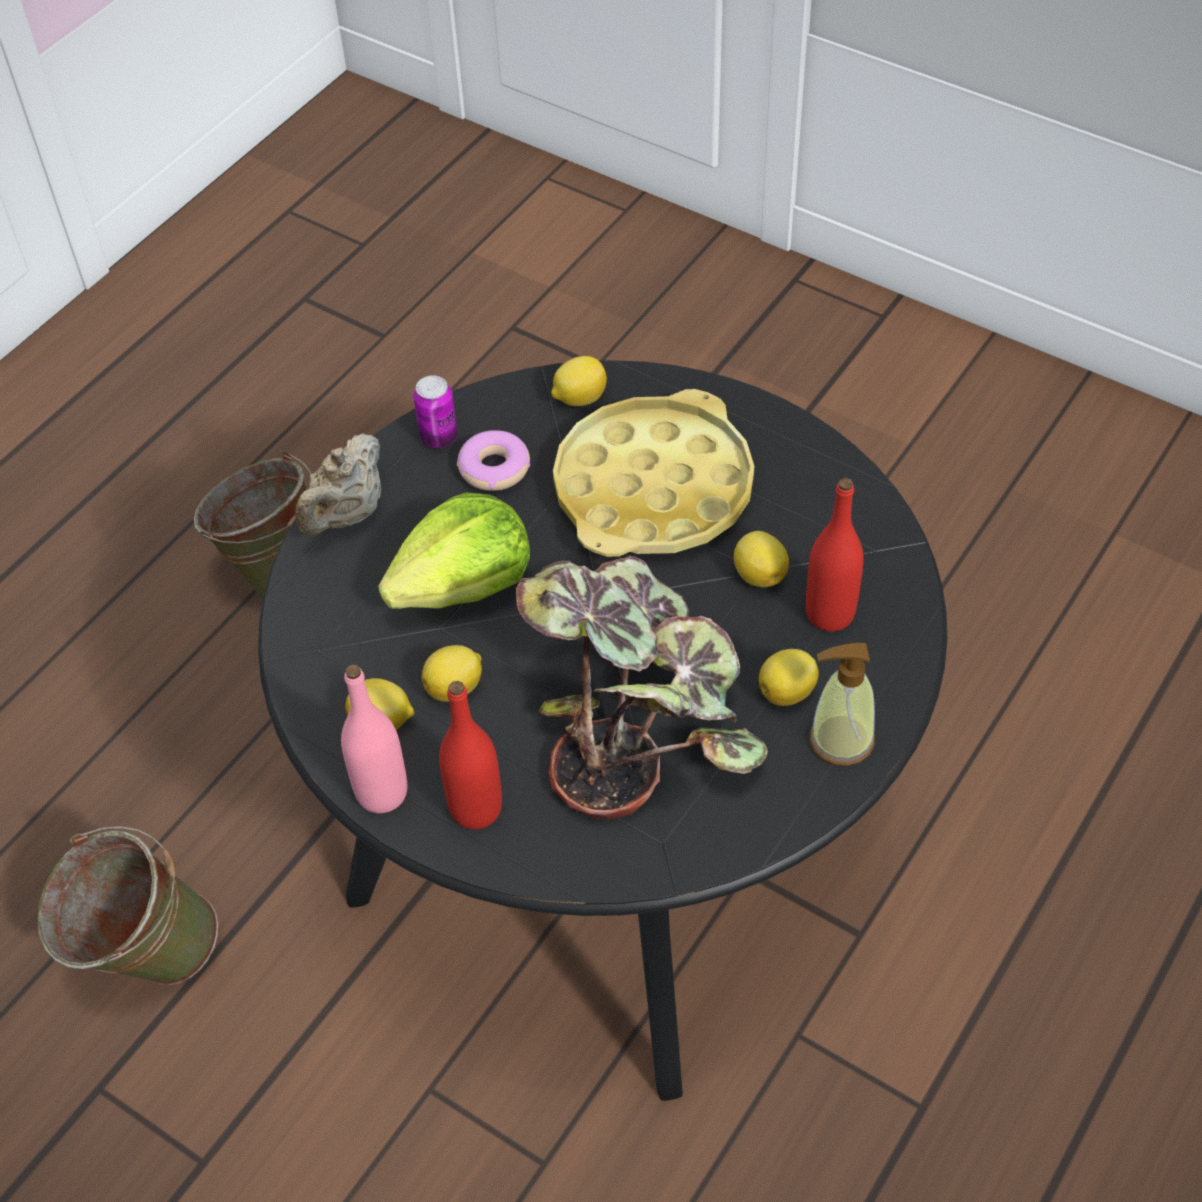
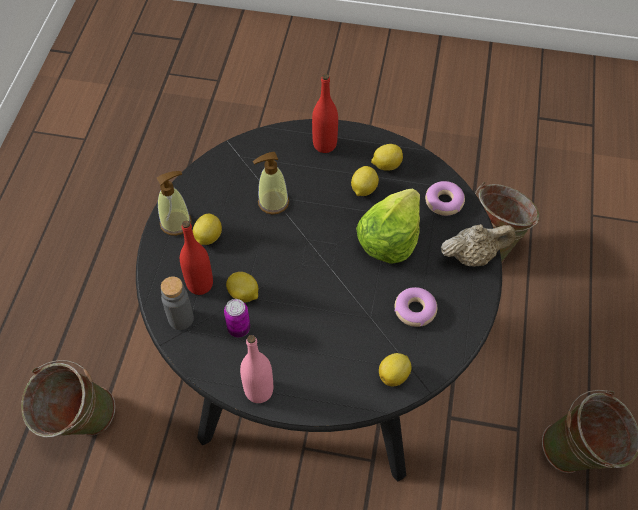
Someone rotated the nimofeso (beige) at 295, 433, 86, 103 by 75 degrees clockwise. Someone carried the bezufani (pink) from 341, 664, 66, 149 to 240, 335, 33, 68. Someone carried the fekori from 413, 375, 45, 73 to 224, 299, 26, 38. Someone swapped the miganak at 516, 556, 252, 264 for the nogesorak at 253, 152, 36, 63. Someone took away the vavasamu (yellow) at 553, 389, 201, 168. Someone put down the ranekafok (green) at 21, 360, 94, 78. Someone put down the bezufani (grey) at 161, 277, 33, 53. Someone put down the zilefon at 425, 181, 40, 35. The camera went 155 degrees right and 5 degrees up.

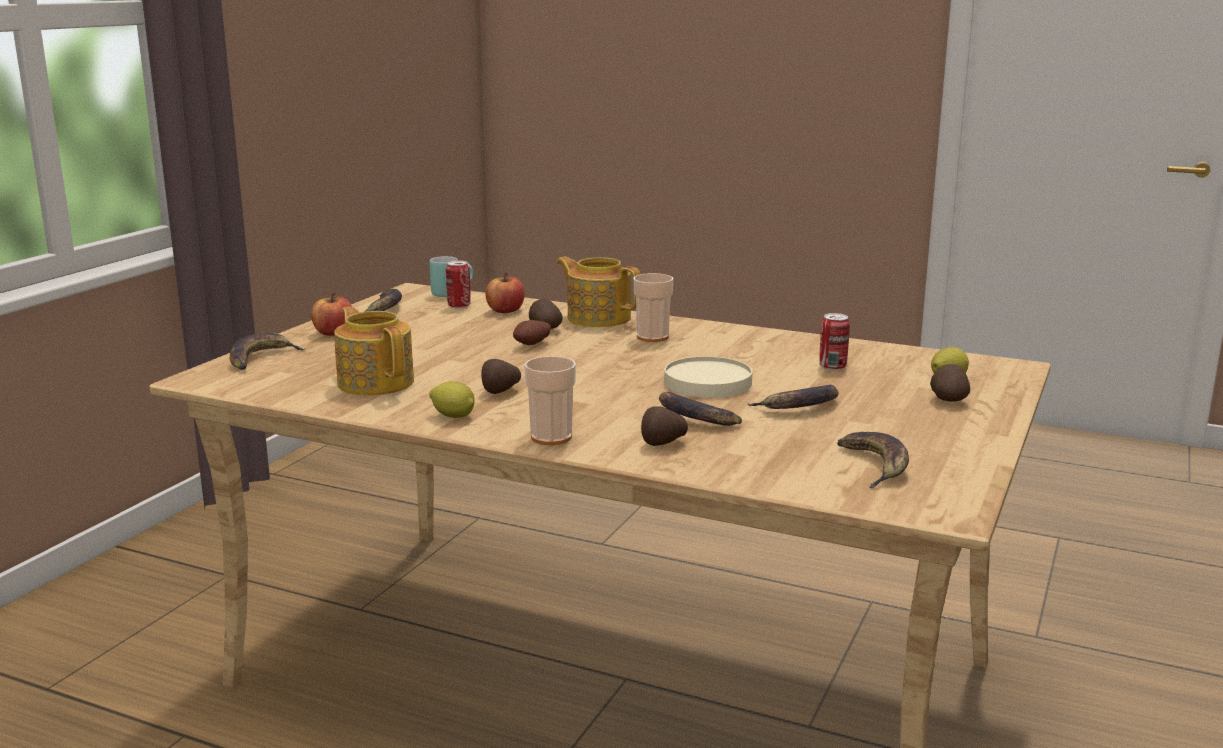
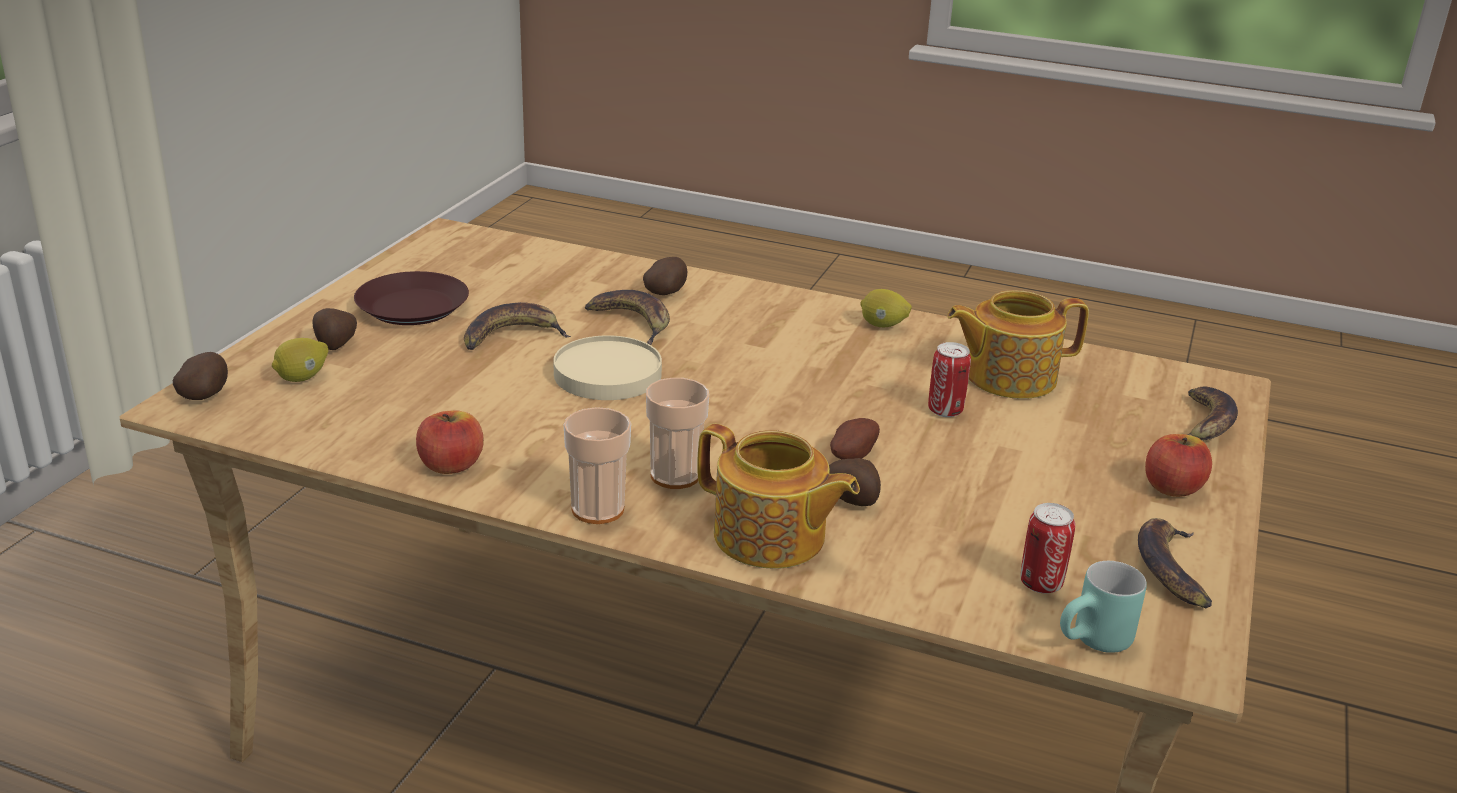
Someone rotated the nimofeso at 334, 306, 80, 90 by 120 degrees clockwise. Someone carried the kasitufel from 481, 359, 40, 35 to 173, 352, 55, 48. Someone carried the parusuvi from 485, 273, 40, 40 to 416, 411, 68, 63. Someone carried the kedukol from 524, 356, 52, 89 to 564, 407, 67, 117. Someone carried the fekori from 819, 313, 31, 57 to 928, 342, 43, 75. Someone took away the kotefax at 837, 432, 72, 56. Someone put down the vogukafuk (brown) at 354, 271, 115, 54. The camera went 175 degrees right and 10 degrees up.

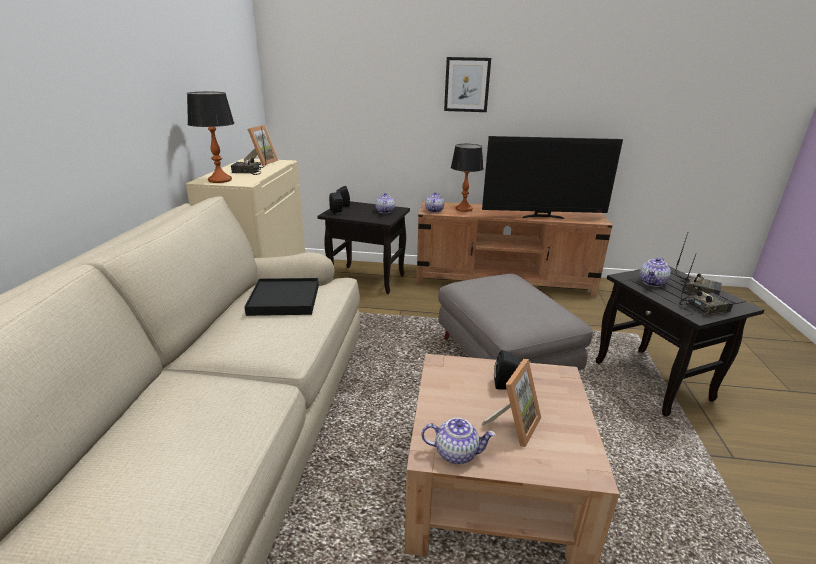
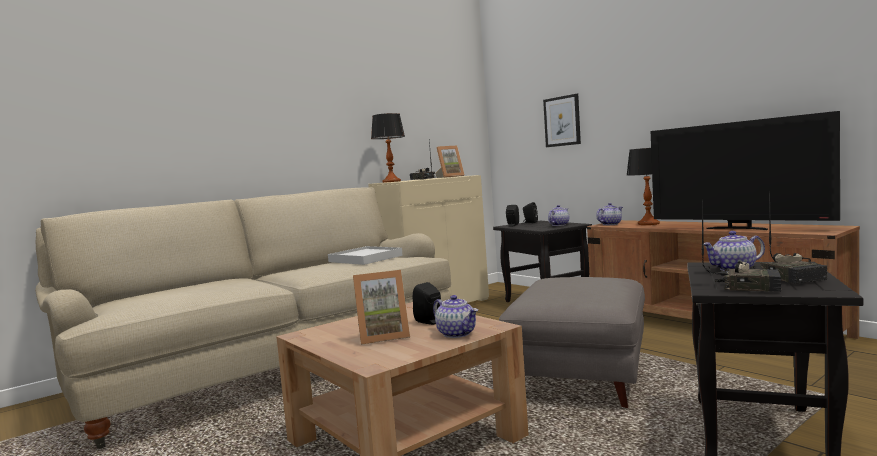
Someone repainted the vavasamu (black) at 245, 278, 74, 38, which became the vavasamu (white) at 328, 246, 75, 19. Someone carried the nimofeso from 422, 418, 74, 46 to 433, 295, 45, 43. Someone carried the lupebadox from 444, 57, 47, 55 to 543, 94, 38, 53. The camera went 45 degrees right and 20 degrees down.

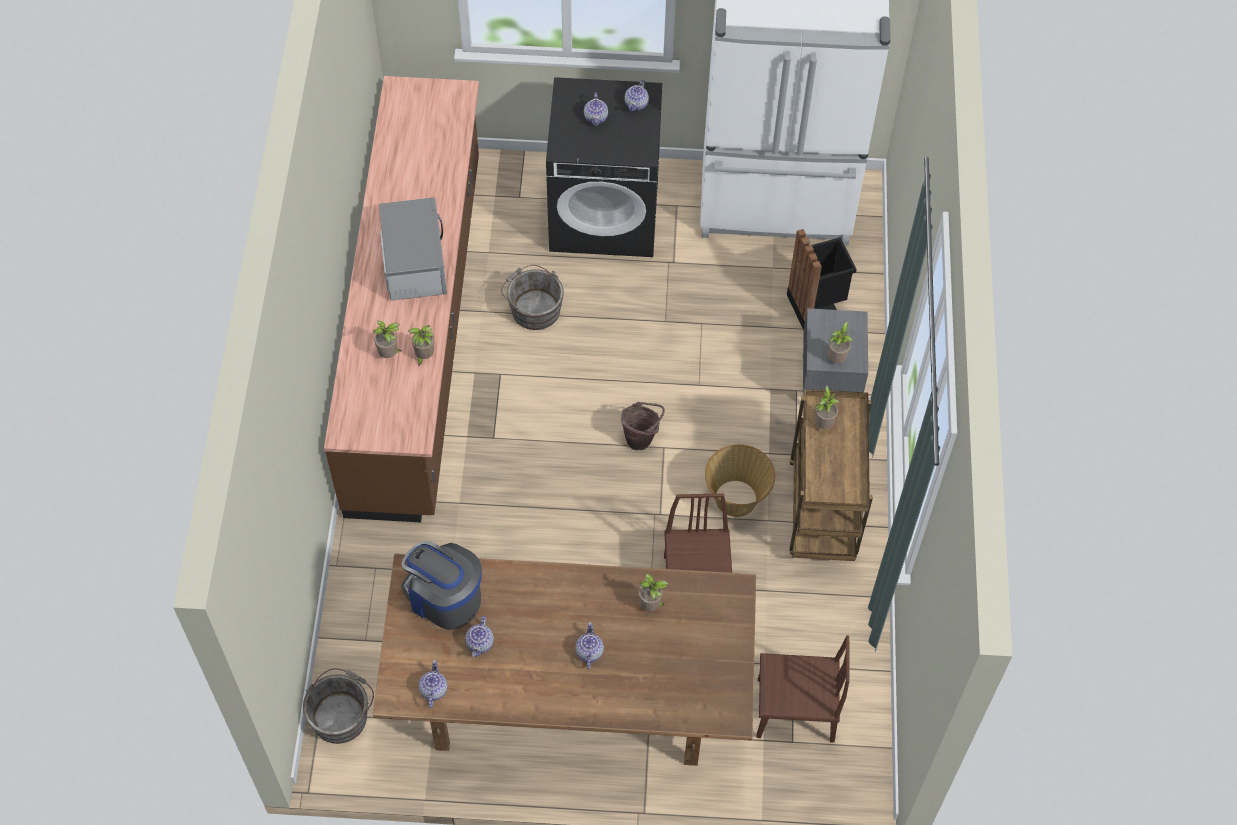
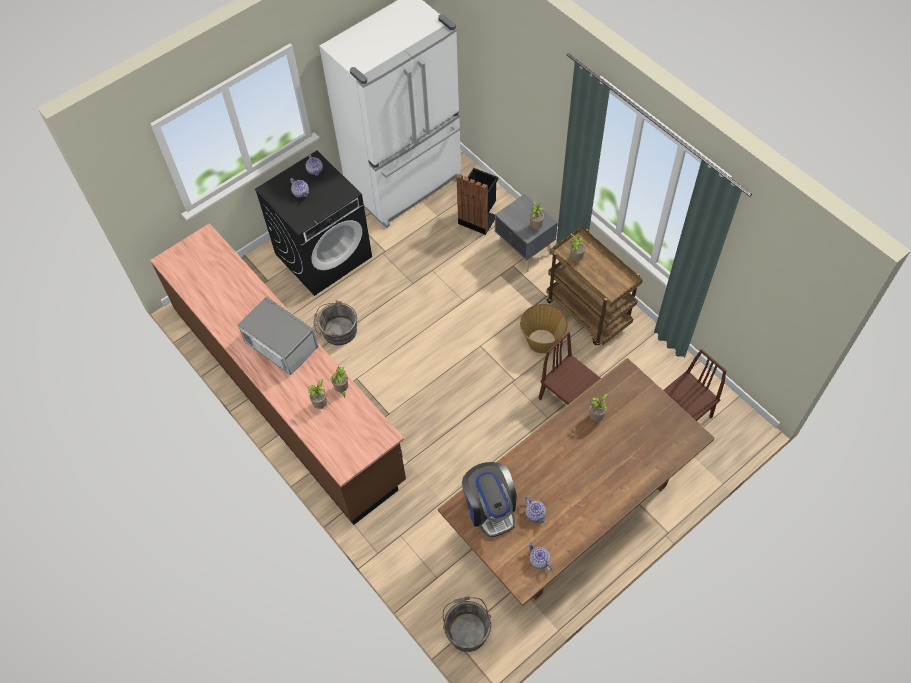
Someone rotated the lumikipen at 401, 541, 81, 89 by 105 degrees counterclockwise. Someone took away the nimofeso at 575, 622, 29, 47. Someone took away the ranekafok (brown) at 621, 402, 44, 48. The camera went 40 degrees left and 0 degrees up.

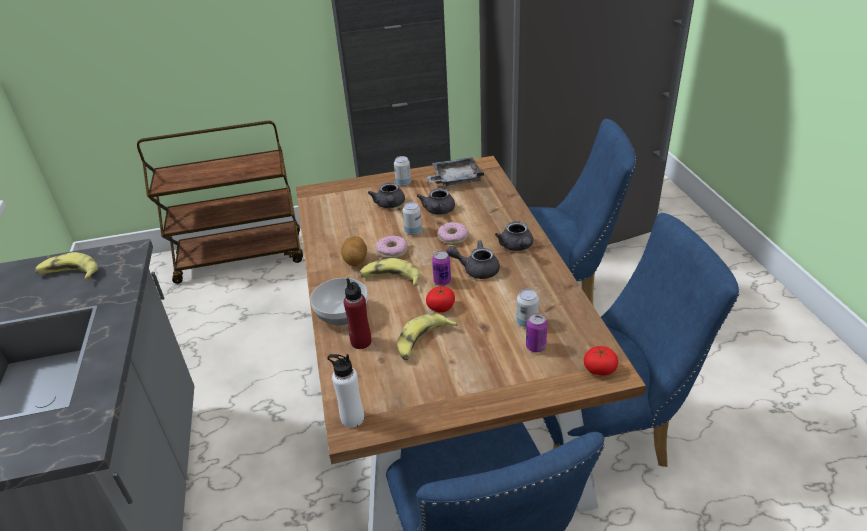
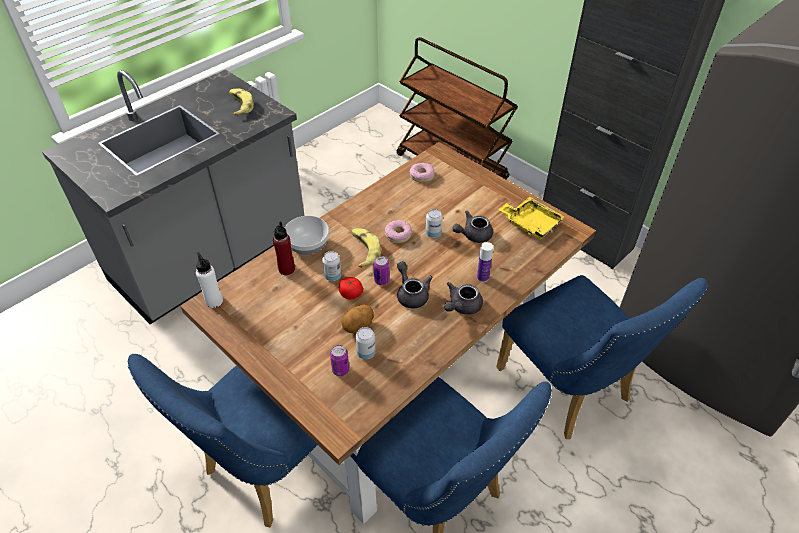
Someone carried the kasitufel from 341, 236, 26, 30 to 342, 305, 32, 28. Someone took away the nimofeso (grey) at 368, 182, 37, 26. Someone carried the fekori from 394, 156, 17, 30 to 322, 251, 19, 30. Someone took away the kotefax at 397, 314, 60, 46. Someone repainted the vavasamu (grey) at 426, 157, 58, 29, which became the vavasamu (yellow) at 498, 197, 67, 43. Someone carried the zilefon from 437, 222, 32, 23 to 409, 163, 25, 20. Someone took away the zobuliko at 584, 346, 34, 30. Someone put down the bezufani at 477, 242, 16, 40. The camera went 55 degrees right and 10 degrees up.

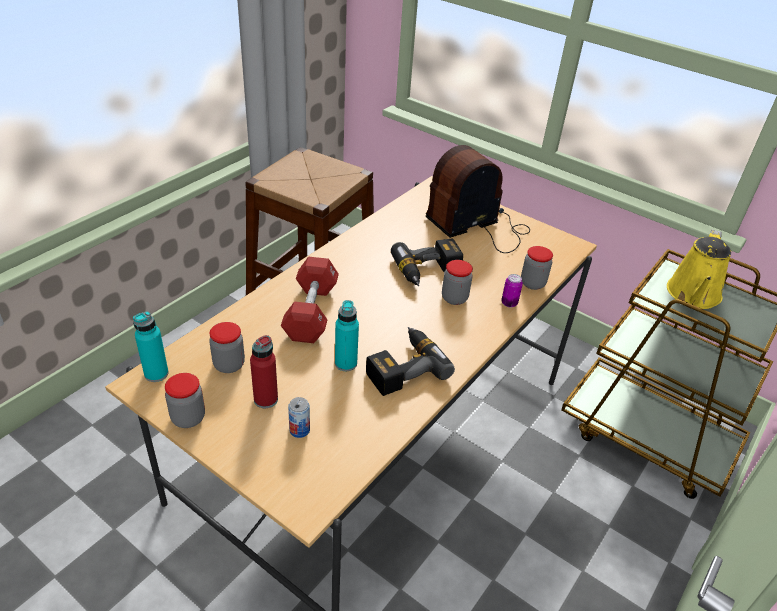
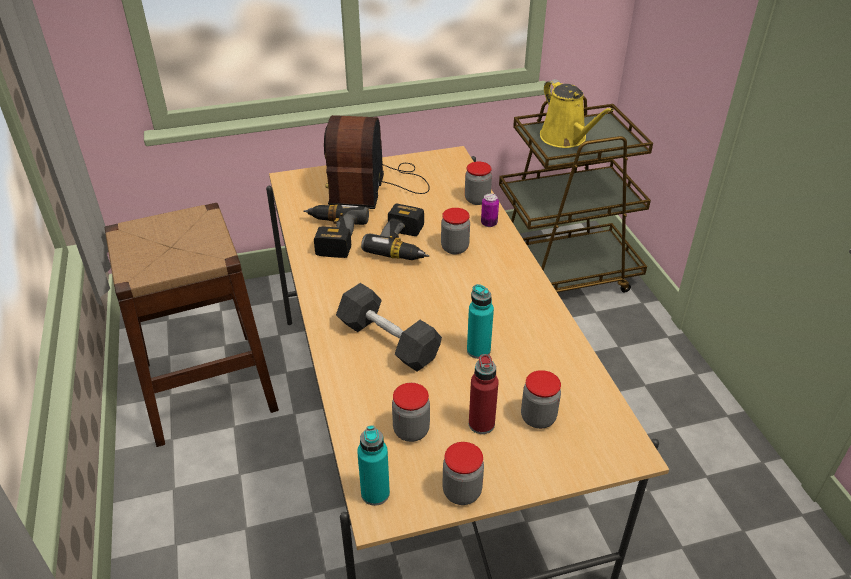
Someone repainted the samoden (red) at 281, 257, 58, 86, which became the samoden (black) at 336, 283, 106, 89. Someone swapped the fekori at 288, 397, 22, 41 for the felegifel at 521, 370, 40, 59. Someone carried the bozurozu from 366, 327, 89, 69 to 303, 204, 66, 54. The camera went 50 degrees left and 0 degrees up.

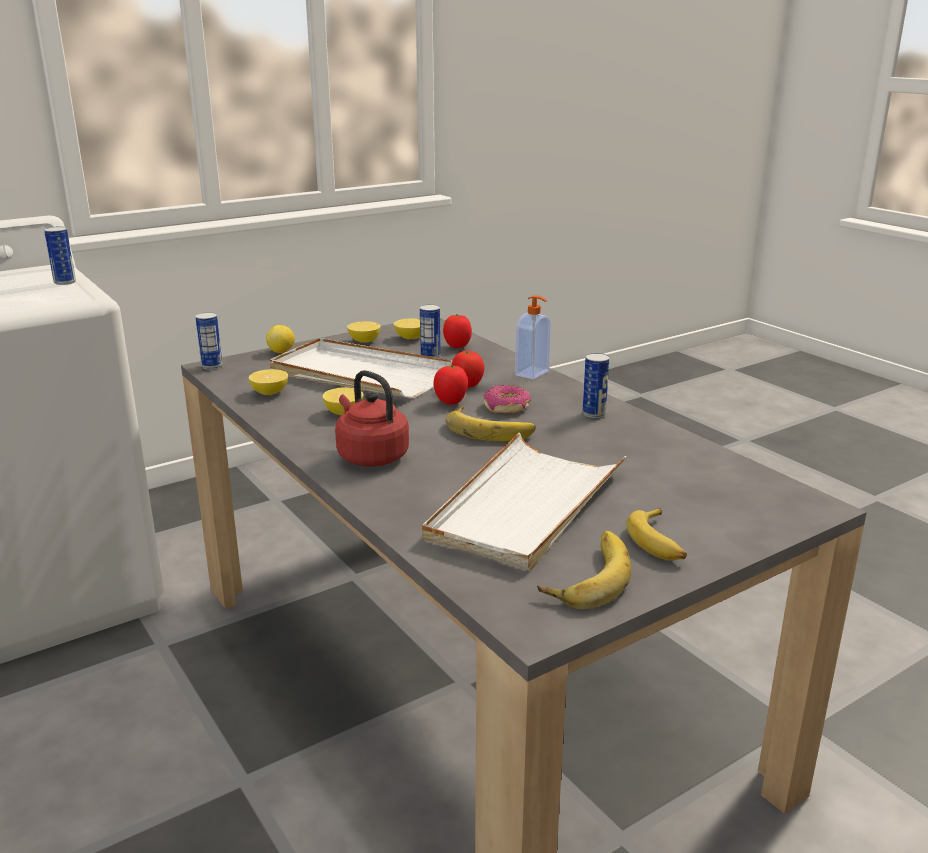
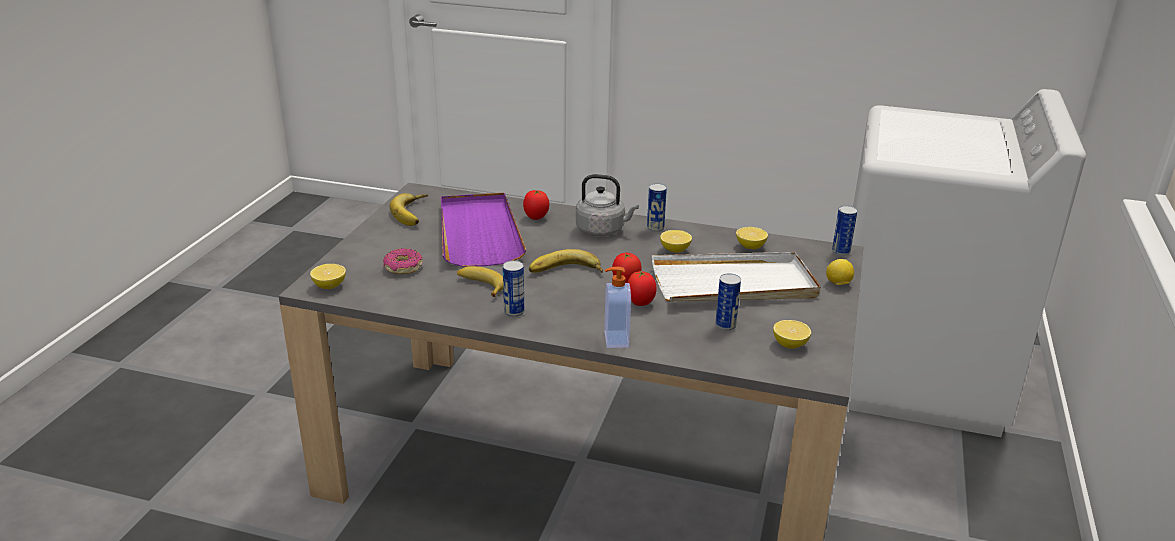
Someone carried the fekori from 44, 227, 32, 58 to 647, 183, 20, 49. Someone repainted the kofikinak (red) at 335, 370, 74, 96, which became the kofikinak (grey) at 576, 174, 63, 62. Someone carried the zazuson from 347, 321, 34, 22 to 310, 264, 36, 25. Someone repainted the vavasamu (white) at 422, 433, 204, 138, which became the vavasamu (purple) at 441, 193, 85, 74. Someone carried the zobuliko from 443, 314, 29, 34 to 523, 190, 26, 30. Someone carried the zilefon from 484, 385, 47, 28 to 383, 248, 39, 26. Someone carried the kotefax from 626, 508, 61, 52 to 457, 266, 46, 31. The camera went 140 degrees right and 5 degrees up.

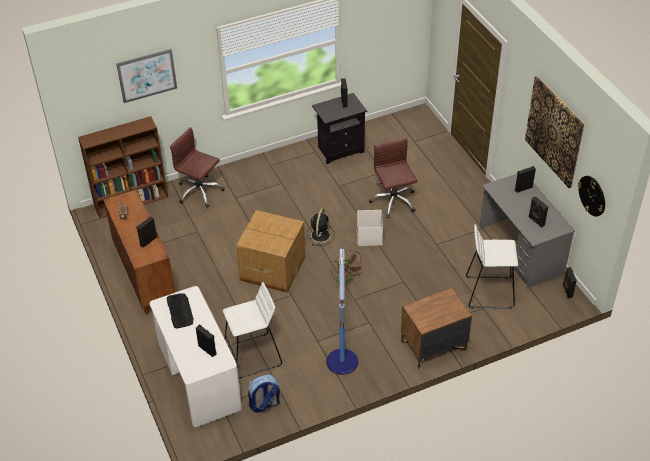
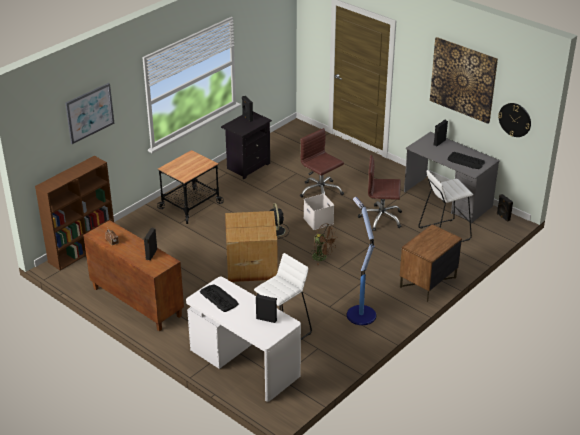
Someone carried the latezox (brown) from 170, 127, 54, 80 to 358, 155, 44, 76. Someone took away the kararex at 248, 375, 32, 37. Someone swapped the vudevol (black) at 528, 196, 20, 31 for the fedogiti at 448, 152, 37, 17. Someone put down the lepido at 157, 150, 67, 74. The camera went 25 degrees left and 10 degrees down.

